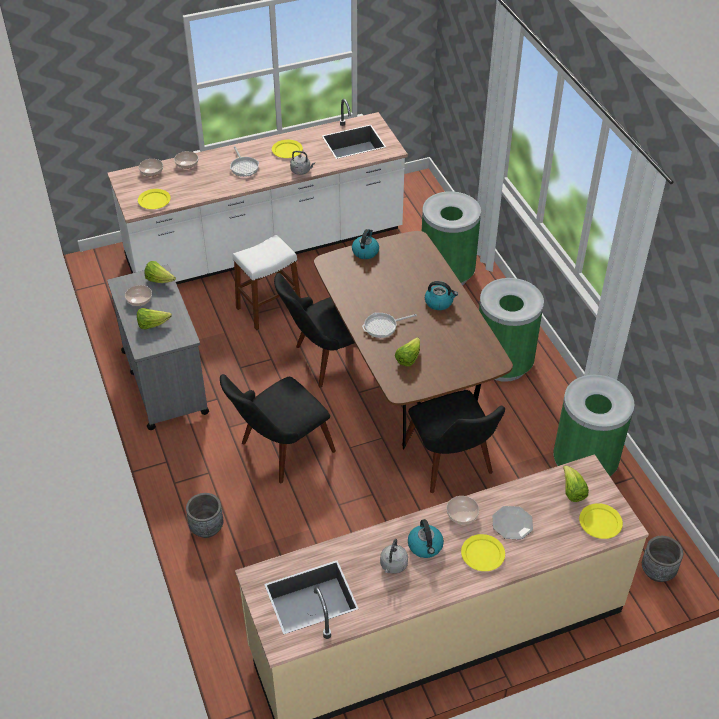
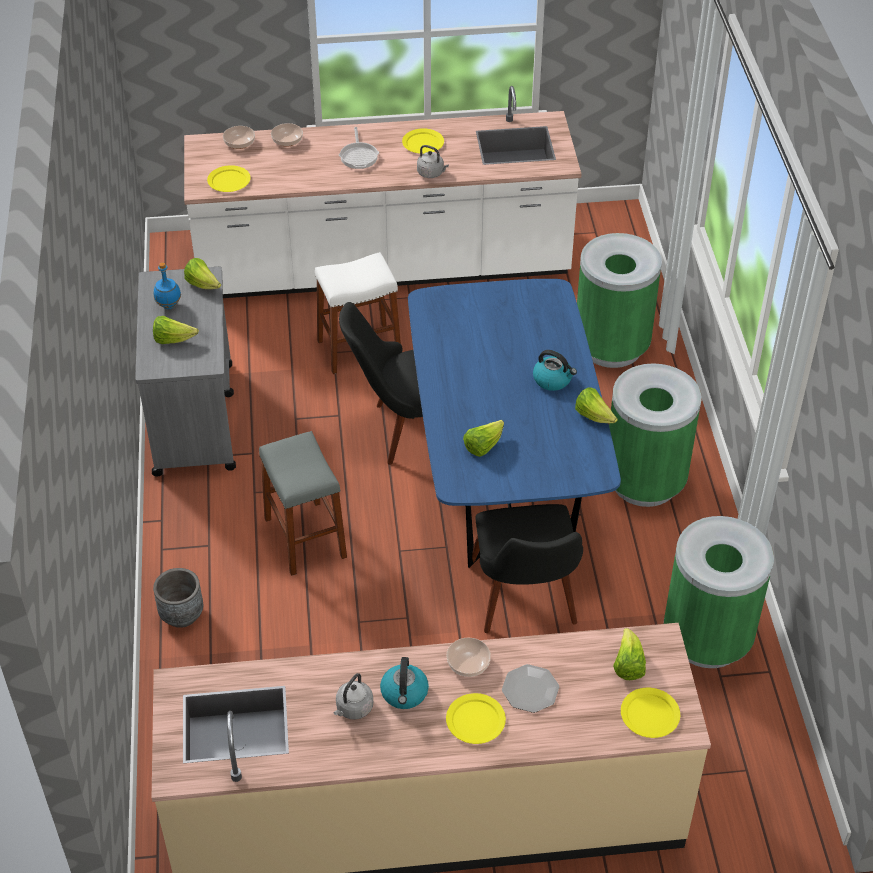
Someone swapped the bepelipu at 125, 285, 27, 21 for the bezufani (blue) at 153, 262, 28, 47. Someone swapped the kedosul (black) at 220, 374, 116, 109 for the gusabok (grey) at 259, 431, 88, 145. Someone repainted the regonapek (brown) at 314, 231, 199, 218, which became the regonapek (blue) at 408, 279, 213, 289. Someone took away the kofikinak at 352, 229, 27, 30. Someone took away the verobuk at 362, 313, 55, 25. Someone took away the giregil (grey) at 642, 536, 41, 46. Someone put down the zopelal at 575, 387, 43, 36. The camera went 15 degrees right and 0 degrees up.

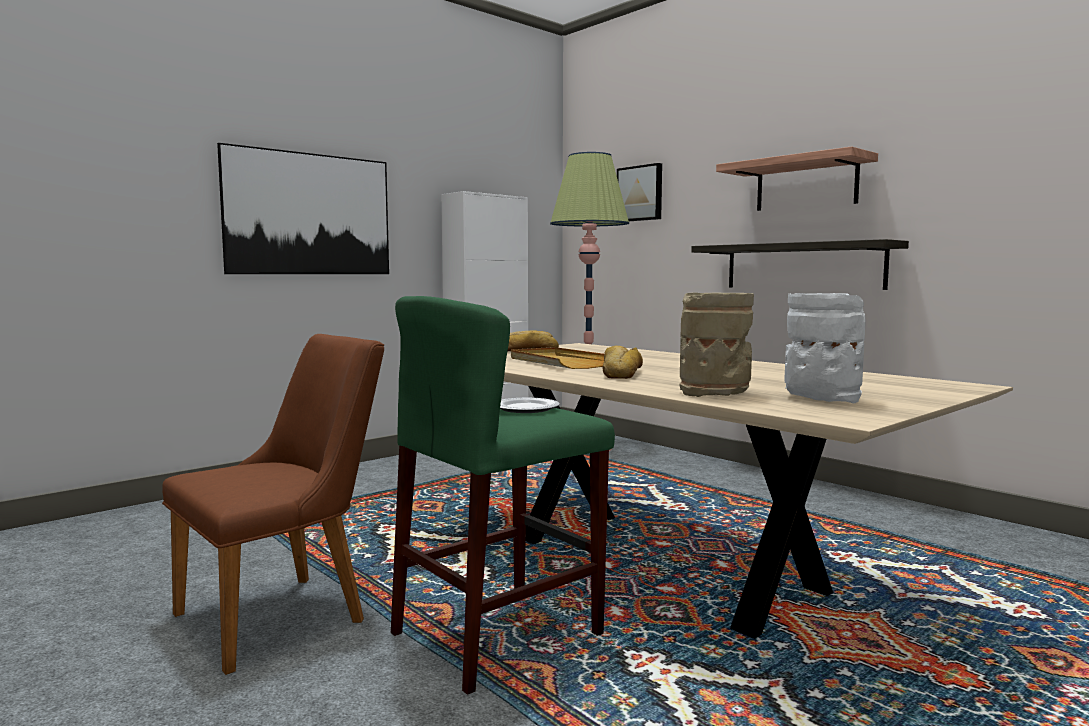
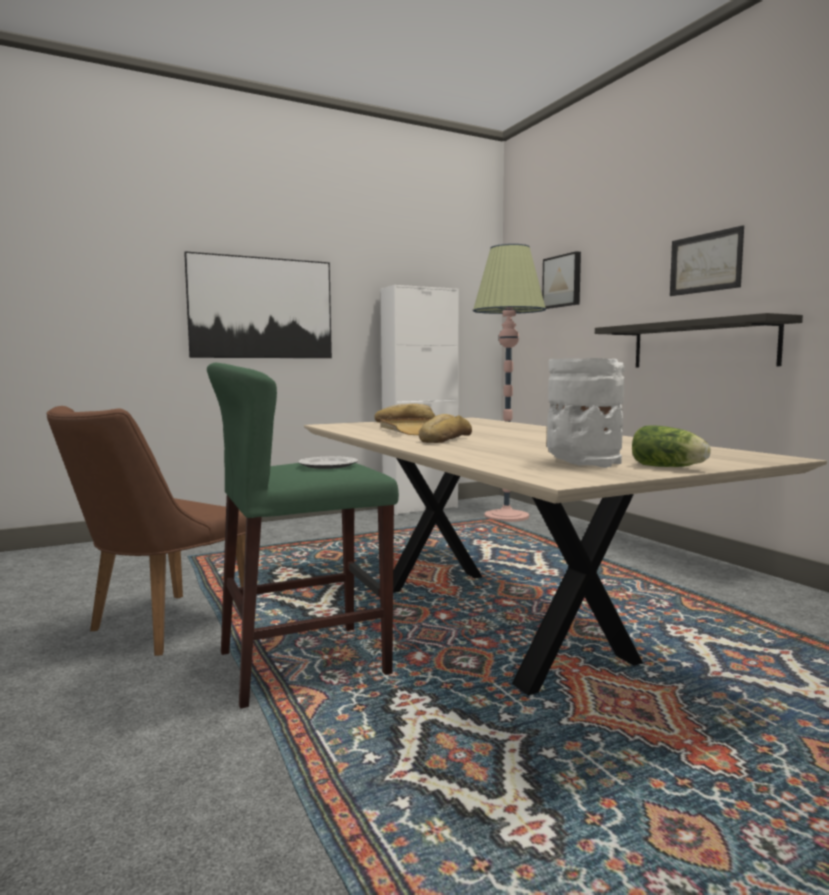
Someone rotated the kedosul (brown) at 162, 334, 222, 341 by 150 degrees clockwise. Someone took away the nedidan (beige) at 679, 293, 75, 104. Someone swapped the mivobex at 716, 146, 162, 65 for the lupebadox at 670, 225, 74, 71. Someone put down the zopelal at 632, 426, 79, 41. The camera went 15 degrees right and 0 degrees up.

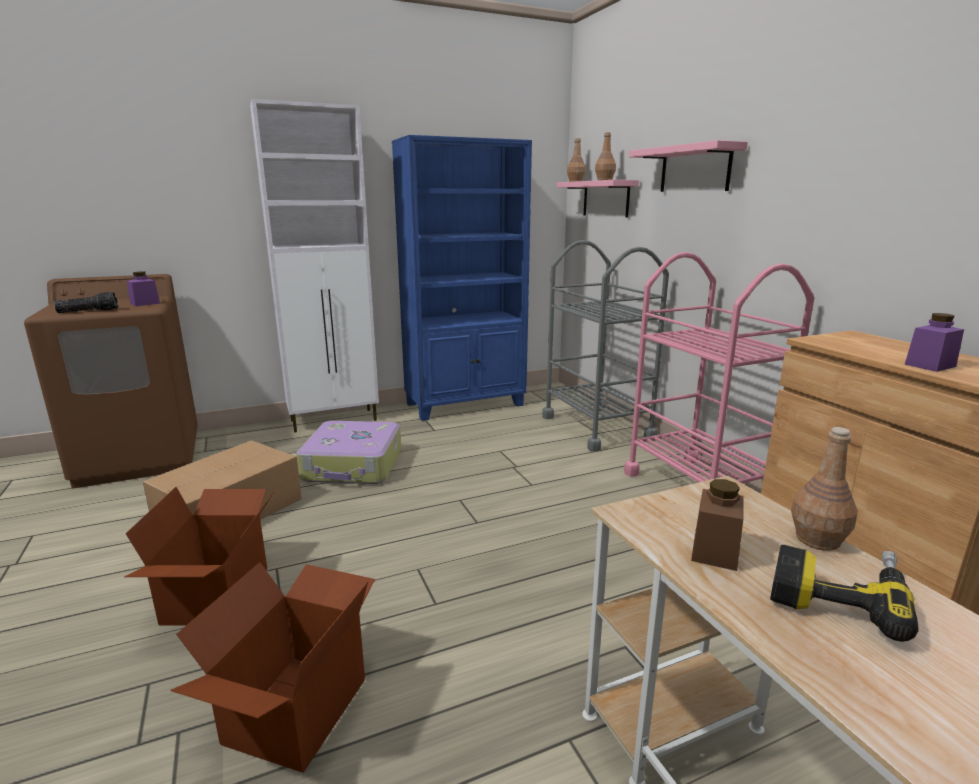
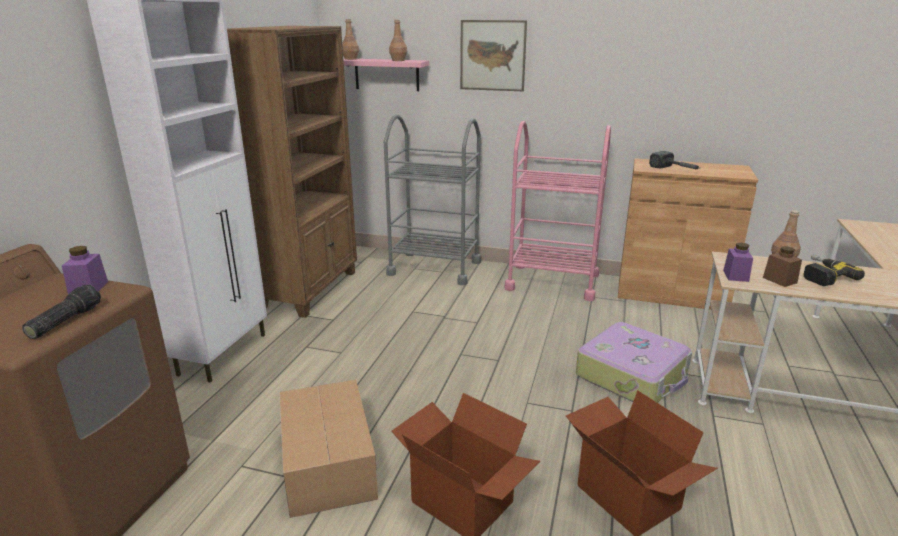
Someone carried the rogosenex from 296, 421, 105, 63 to 576, 322, 116, 81. Someone repainted the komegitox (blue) at 392, 135, 140, 286, which became the komegitox (brown) at 227, 26, 130, 292. Someone swapped the mivobex (pink) at 629, 140, 119, 52 for the lupebadox at 460, 20, 67, 71. Someone carried the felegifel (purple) from 904, 313, 60, 59 to 723, 242, 30, 40. Someone put down the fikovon at 649, 151, 51, 18. The camera went 50 degrees left and 5 degrees up.

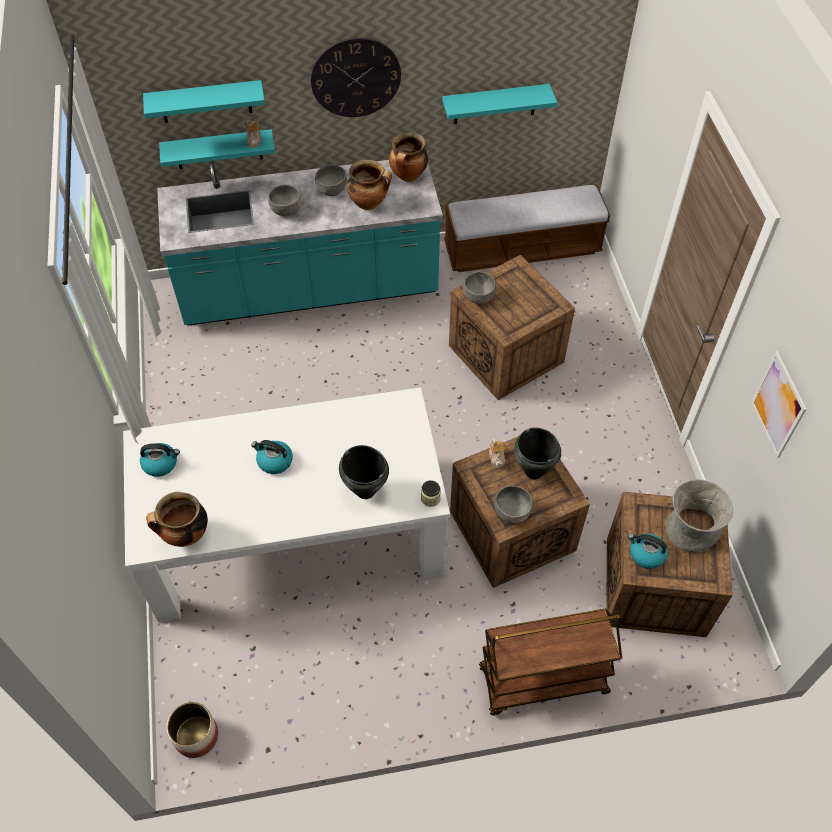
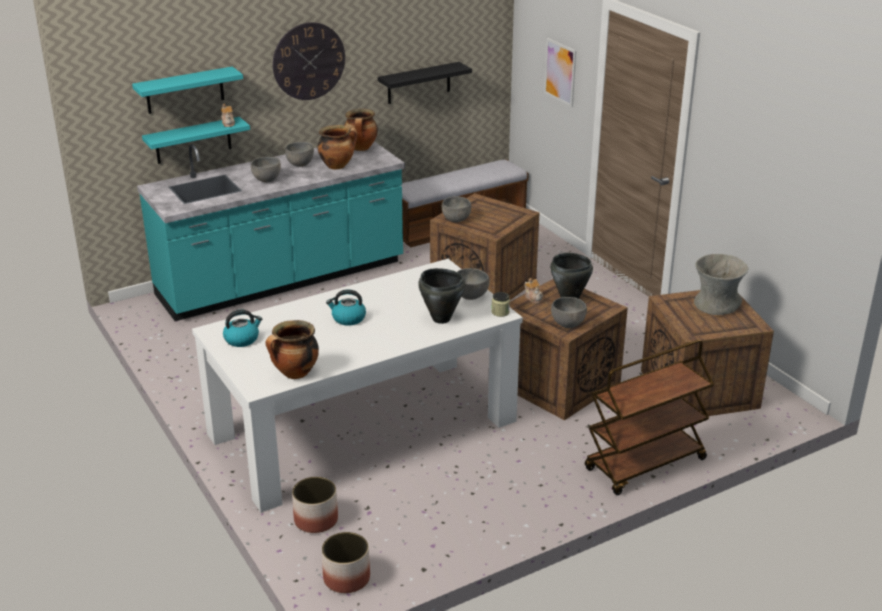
Someone repainted the mivobex (turquoise) at 442, 84, 115, 40, which became the mivobex (black) at 378, 62, 94, 42. Someone took away the kofikinak at 628, 533, 40, 36. Someone carried the lupebadox from 751, 351, 55, 107 to 544, 38, 32, 69. Someone put down the giregil at 292, 477, 46, 56. Someone put down the bepelipu (grey) at 457, 268, 32, 32. The camera went 20 degrees left and 25 degrees down.

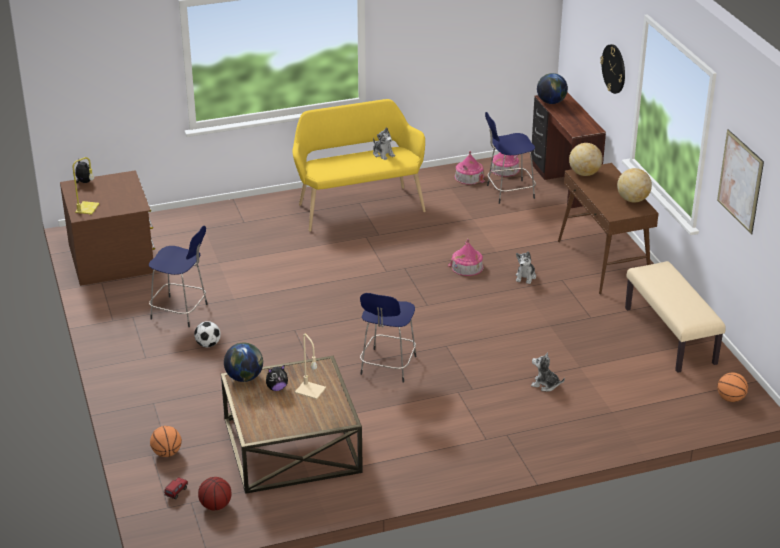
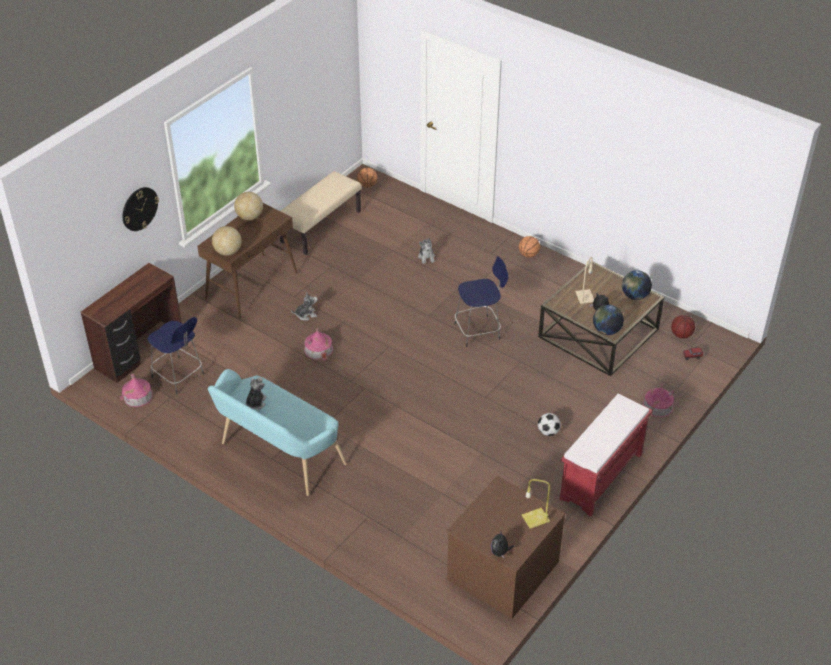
Someone took away the gusabok (blue) at 149, 226, 59, 101. Someone carried the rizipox from 150, 426, 32, 31 to 519, 236, 21, 22. Someone repainted the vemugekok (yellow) at 292, 99, 134, 133, which became the vemugekok (turquoise) at 208, 369, 139, 127. Someone carried the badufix from 454, 151, 31, 34 to 643, 384, 31, 33. Someone carried the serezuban from 537, 73, 31, 31 to 622, 270, 30, 30. Someone took away the lupebadox at 717, 129, 47, 105. Someone put down the vemugekok (red) at 560, 394, 92, 123. The camera went 125 degrees left and 10 degrees up.

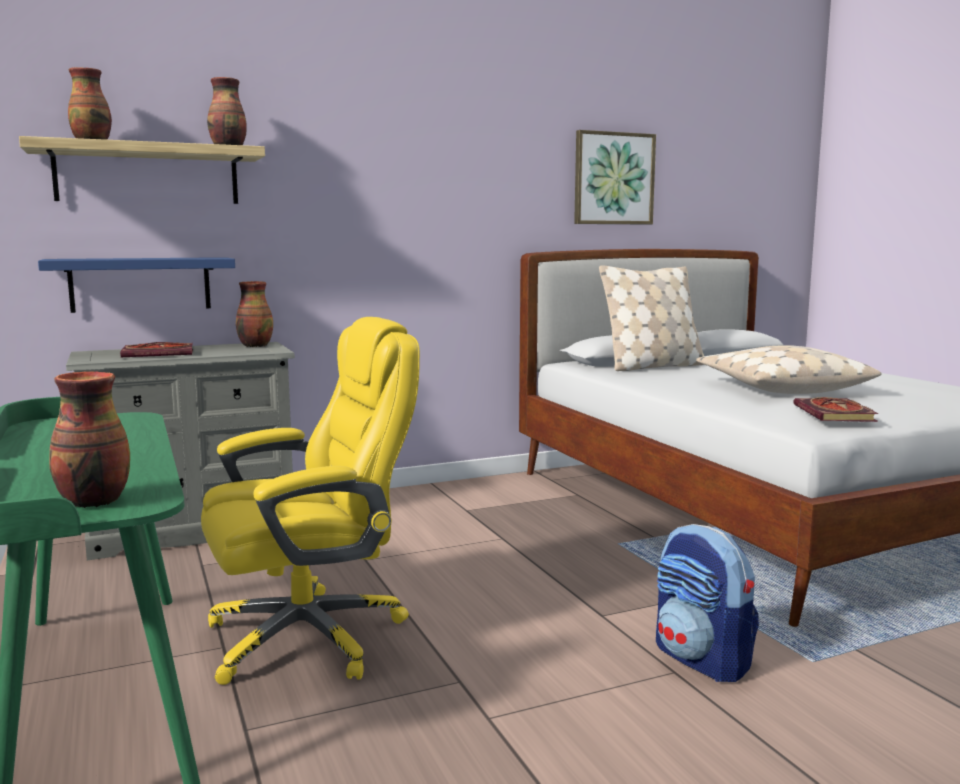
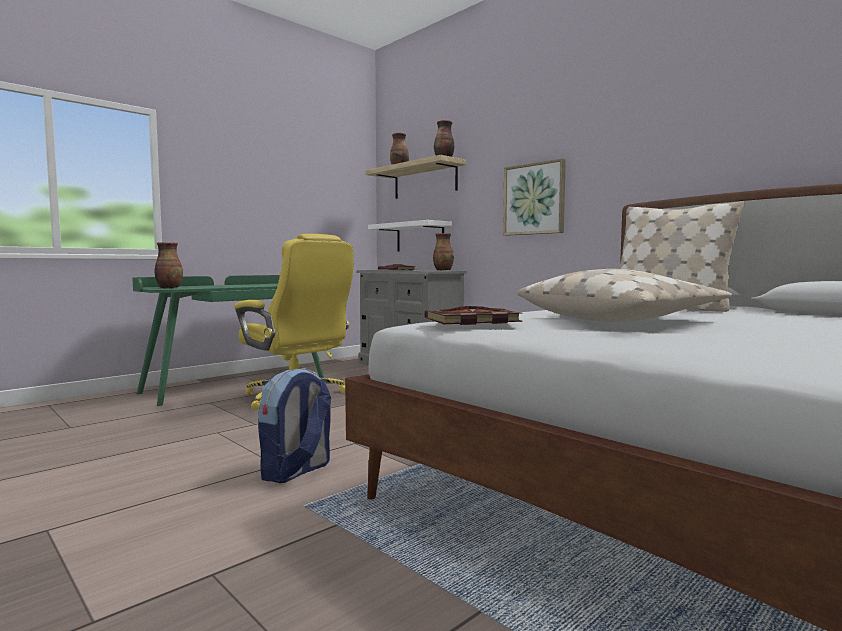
Someone repainted the mivobex (blue) at 38, 257, 197, 56, which became the mivobex (white) at 368, 220, 84, 32. Someone carried the lupebadox from 574, 130, 82, 95 to 503, 158, 63, 78. The camera went 70 degrees right and 5 degrees down.

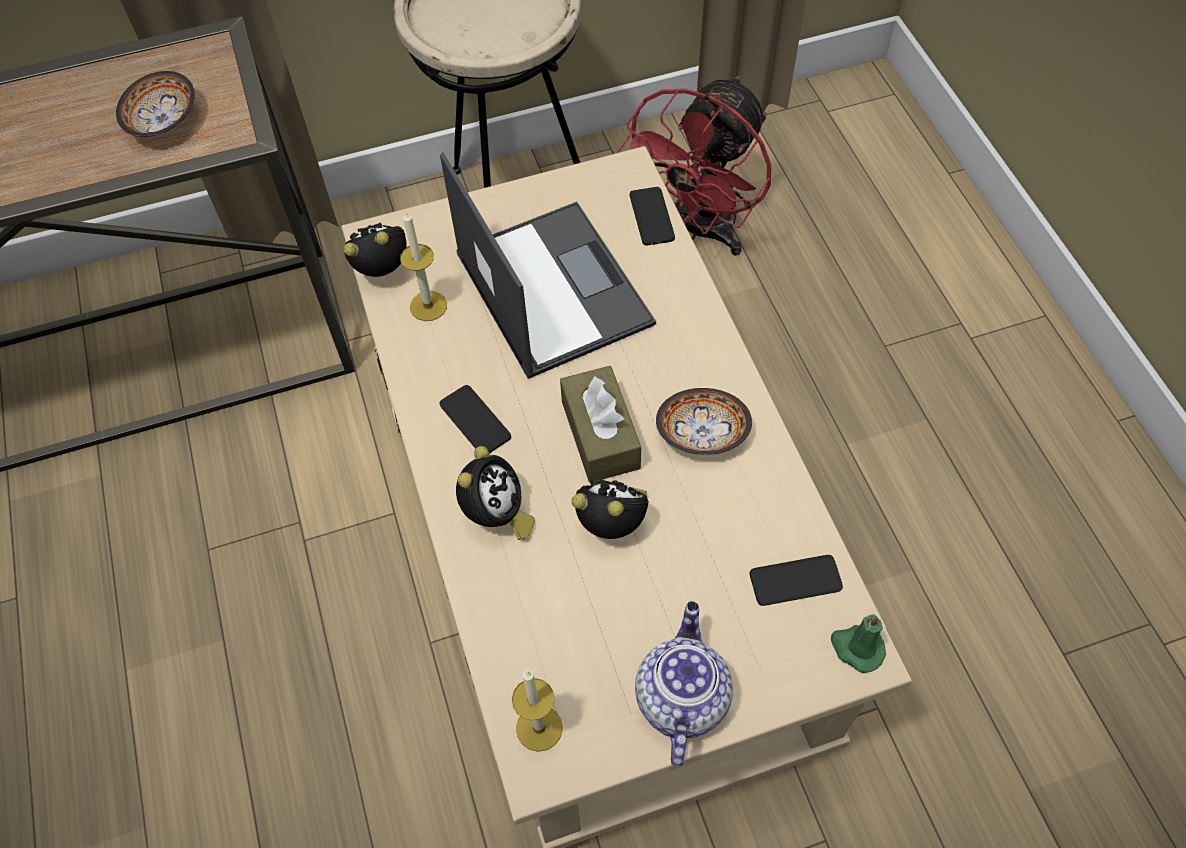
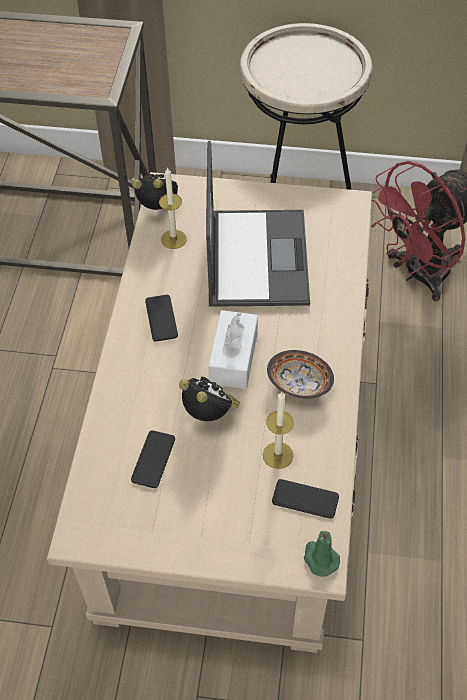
Someone took away the bepelipu at 116, 71, 79, 66. Someone took away the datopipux at 456, 446, 79, 94. Someone carried the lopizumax from 512, 670, 51, 82 to 263, 392, 31, 77. Someone repainted the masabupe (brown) at 560, 366, 81, 116, which became the masabupe (white) at 208, 310, 50, 79. Someone carried the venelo from 630, 187, 45, 59 to 131, 430, 44, 58. Someone took away the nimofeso at 635, 601, 98, 166. The camera went 25 degrees right and 5 degrees down.

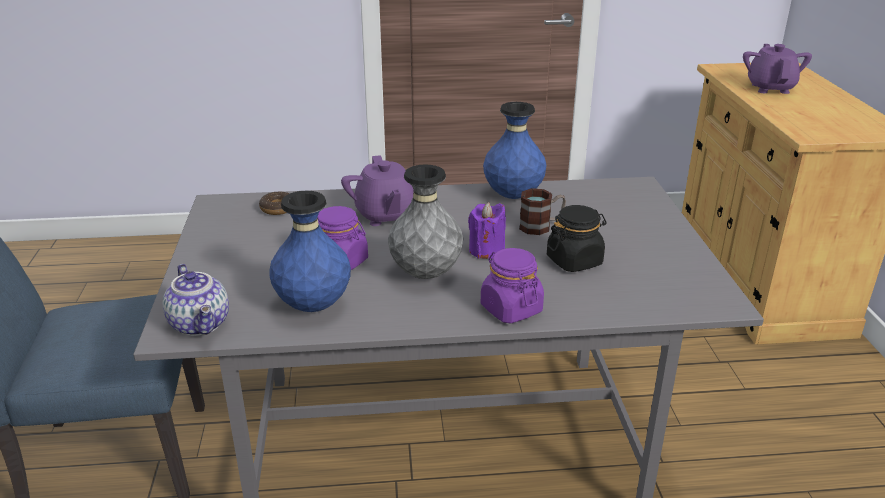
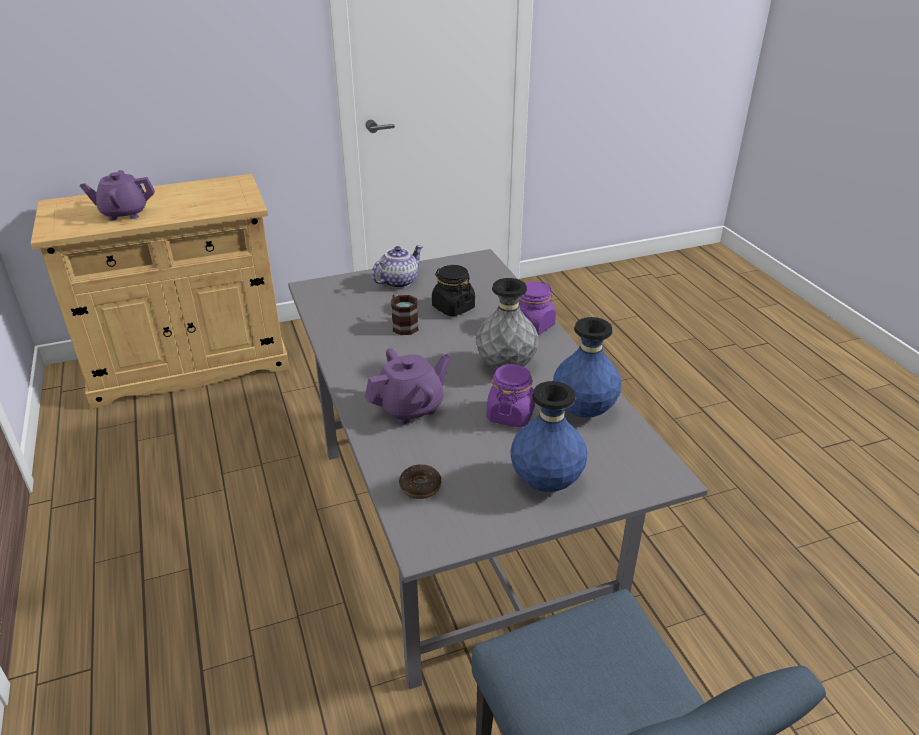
Someone carried the nimofeso from 163, 264, 66, 72 to 372, 245, 51, 43. Someone took away the lopizumax (purple) at 468, 202, 38, 57. Someone carried the nedidan (blue) from 483, 102, 63, 97 to 510, 381, 78, 111. The camera went 105 degrees left and 5 degrees up.

